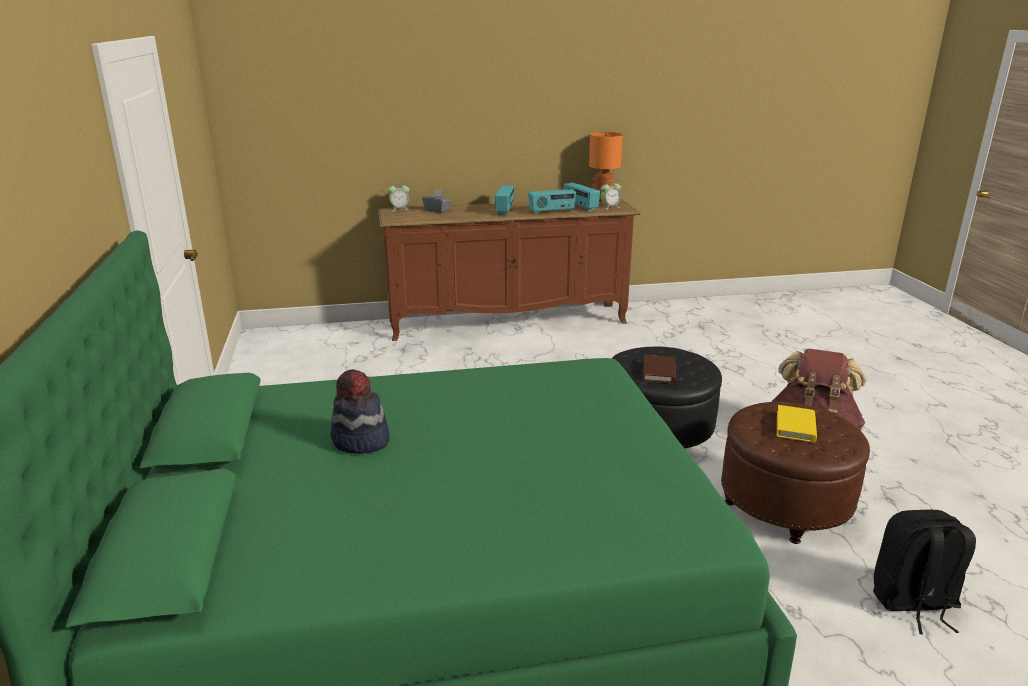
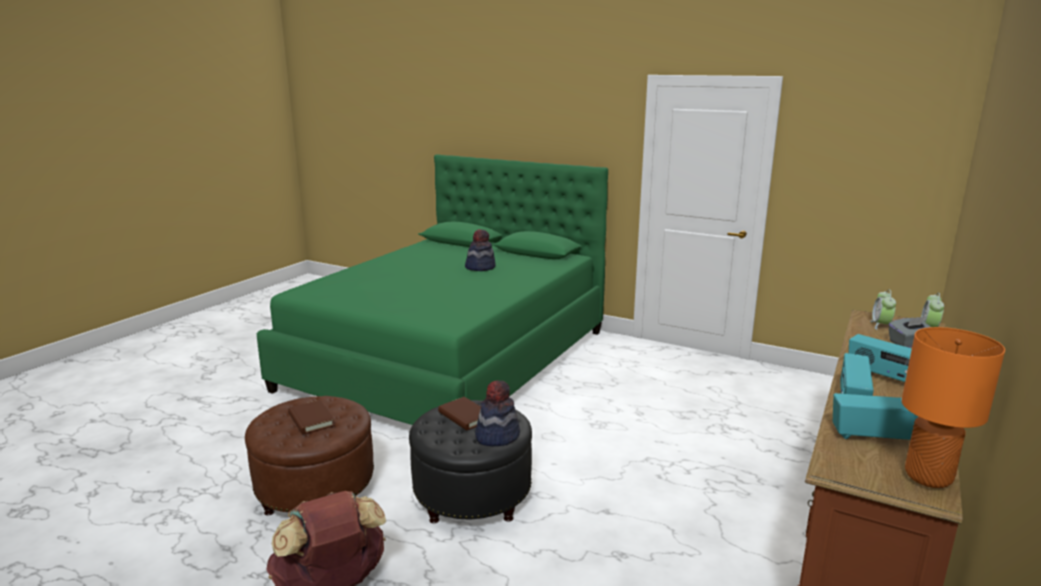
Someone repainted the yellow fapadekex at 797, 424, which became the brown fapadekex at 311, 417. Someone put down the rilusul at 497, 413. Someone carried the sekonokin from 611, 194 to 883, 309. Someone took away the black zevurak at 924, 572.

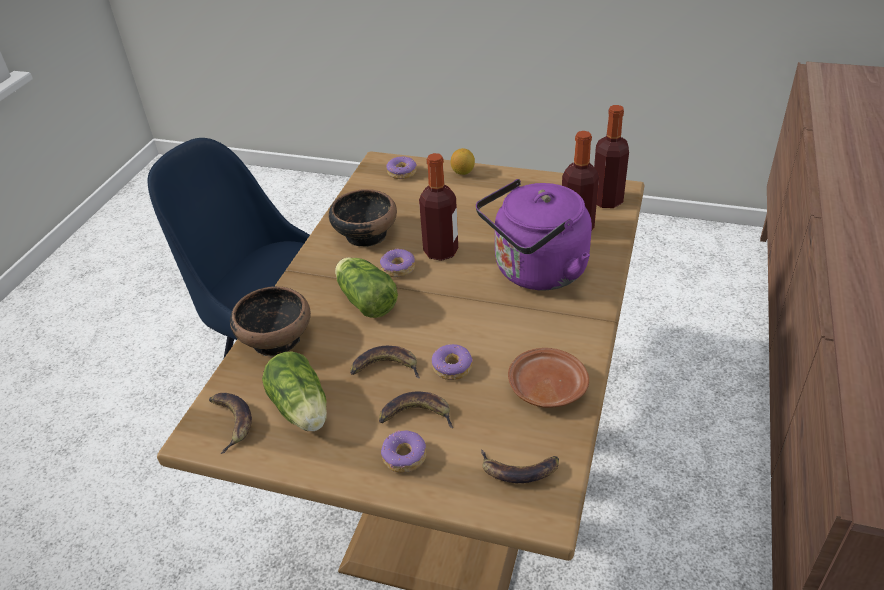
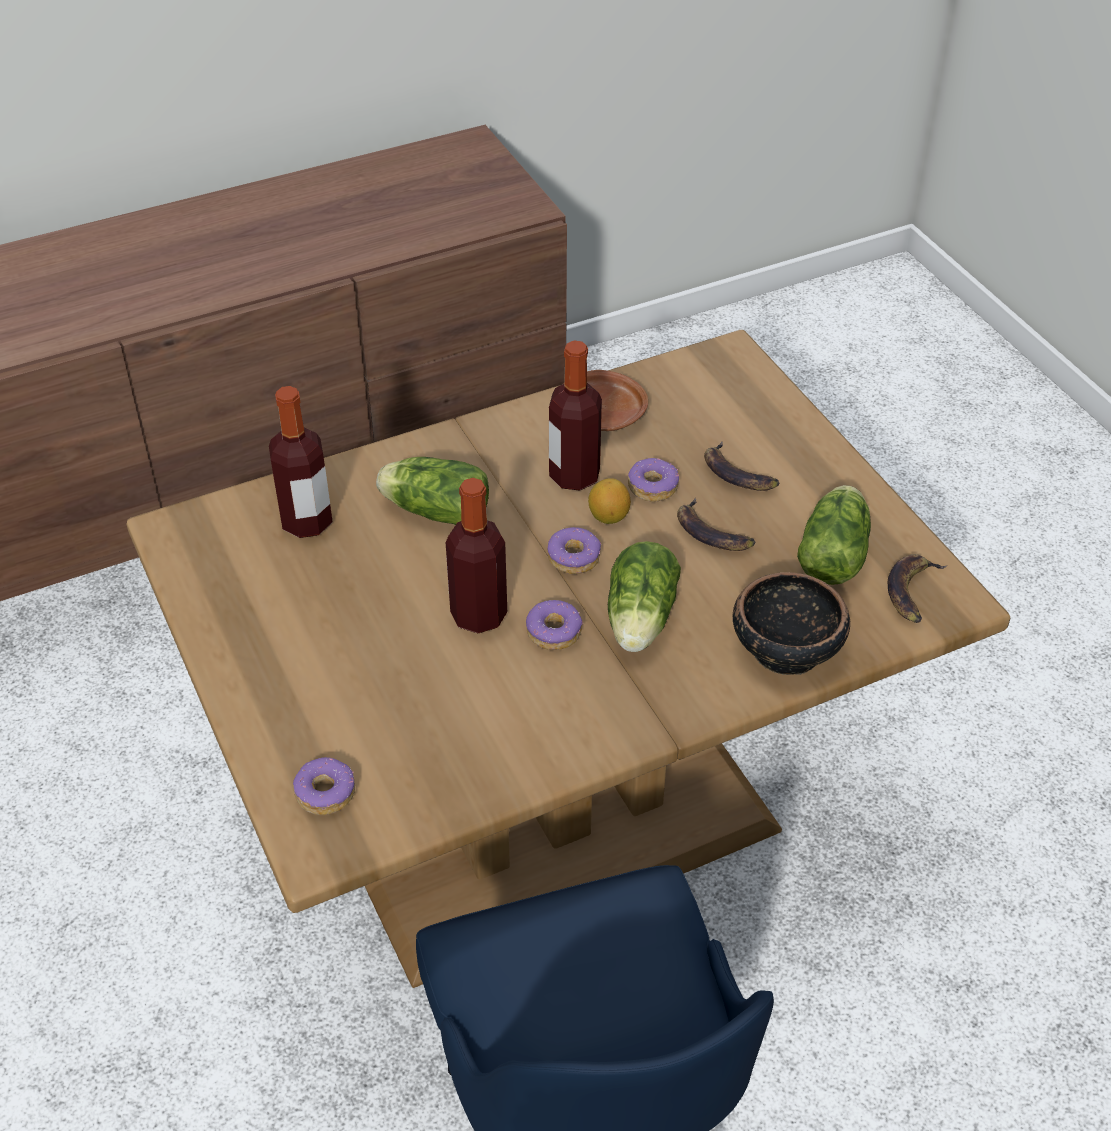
Someone swapped the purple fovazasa at 534, 234 for the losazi at 432, 491. Someone carried the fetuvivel from 403, 451 to 574, 550. Someone carried the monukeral from 611, 156 to 575, 415. Someone carried the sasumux from 463, 161 to 609, 501. Someone took away the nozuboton at 363, 218. Someone took away the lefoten at 520, 466.

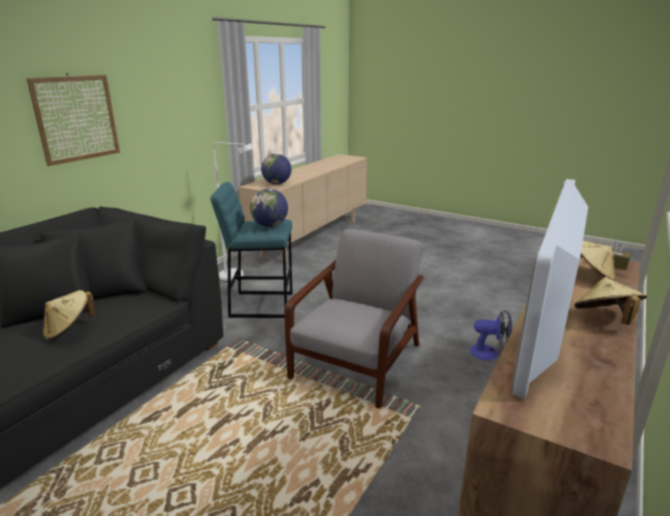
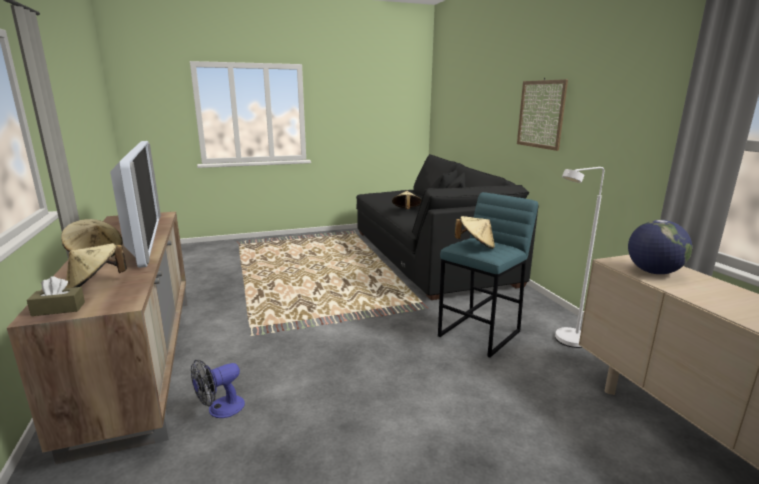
Someone swapped the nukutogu at 269, 208 for the beige rilusul at 475, 232. Someone took away the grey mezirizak at 354, 319.

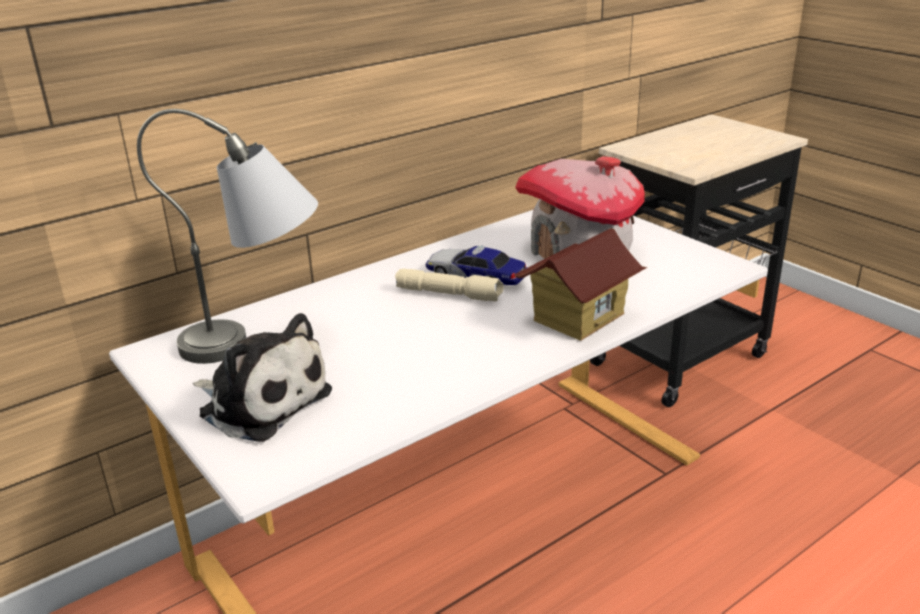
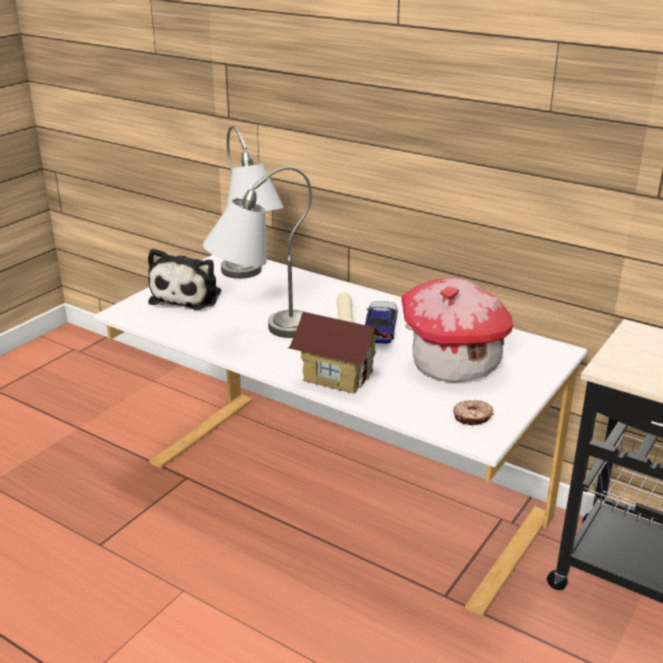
Someone put down the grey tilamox at 257, 252. Someone put down the fetuvivel at 473, 412.

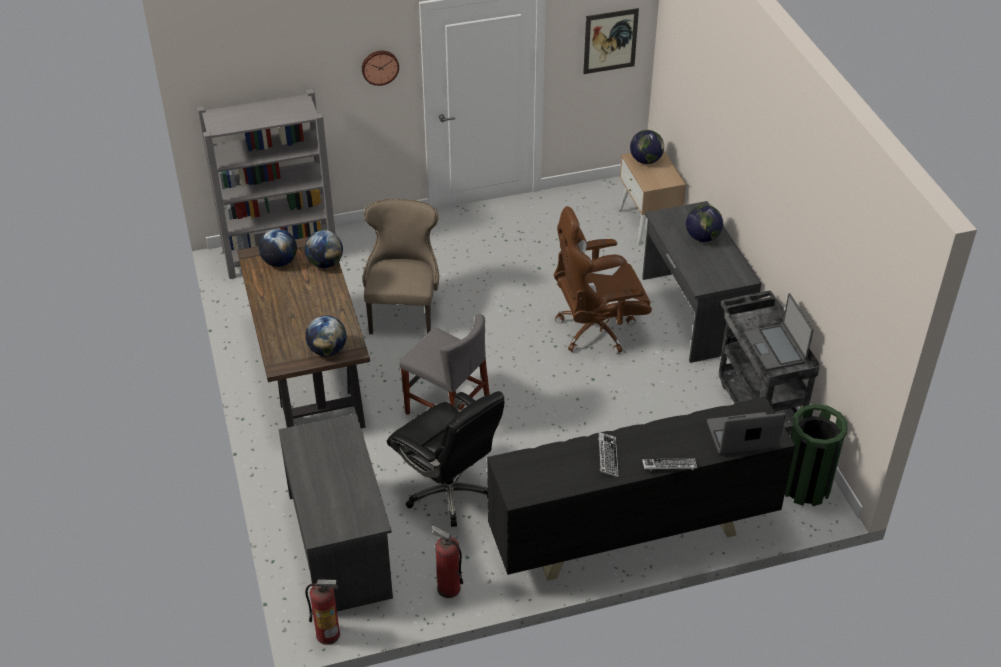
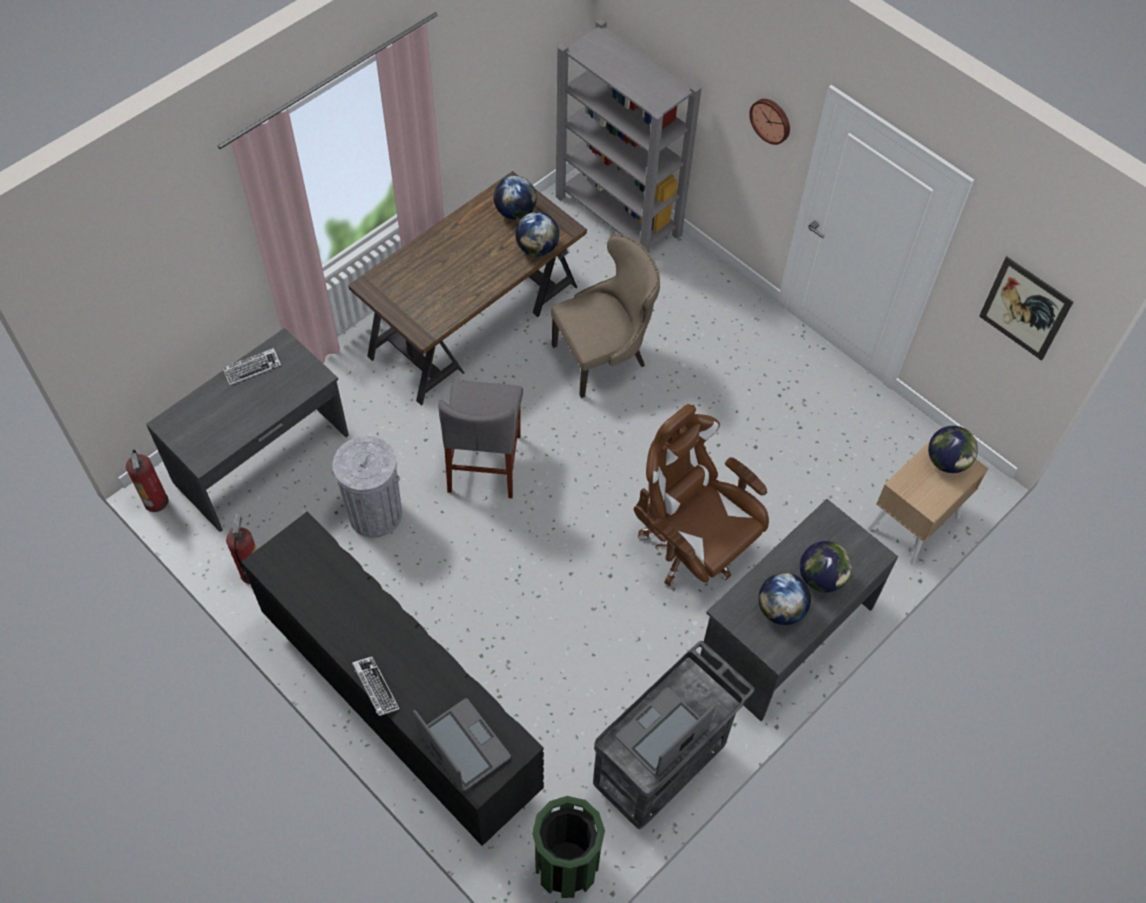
Someone carried the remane from 608, 454 to 251, 366. Someone swapped the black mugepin at 446, 459 for the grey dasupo at 367, 487. Someone carried the nukutogu from 325, 336 to 784, 599.

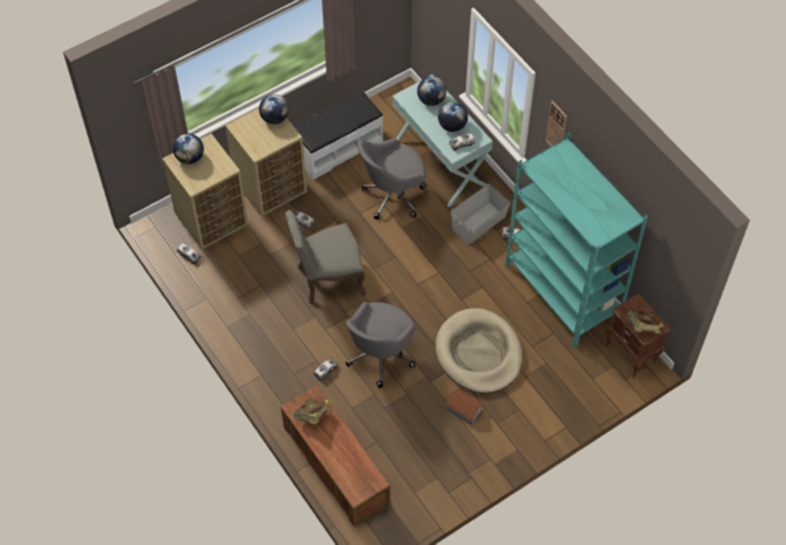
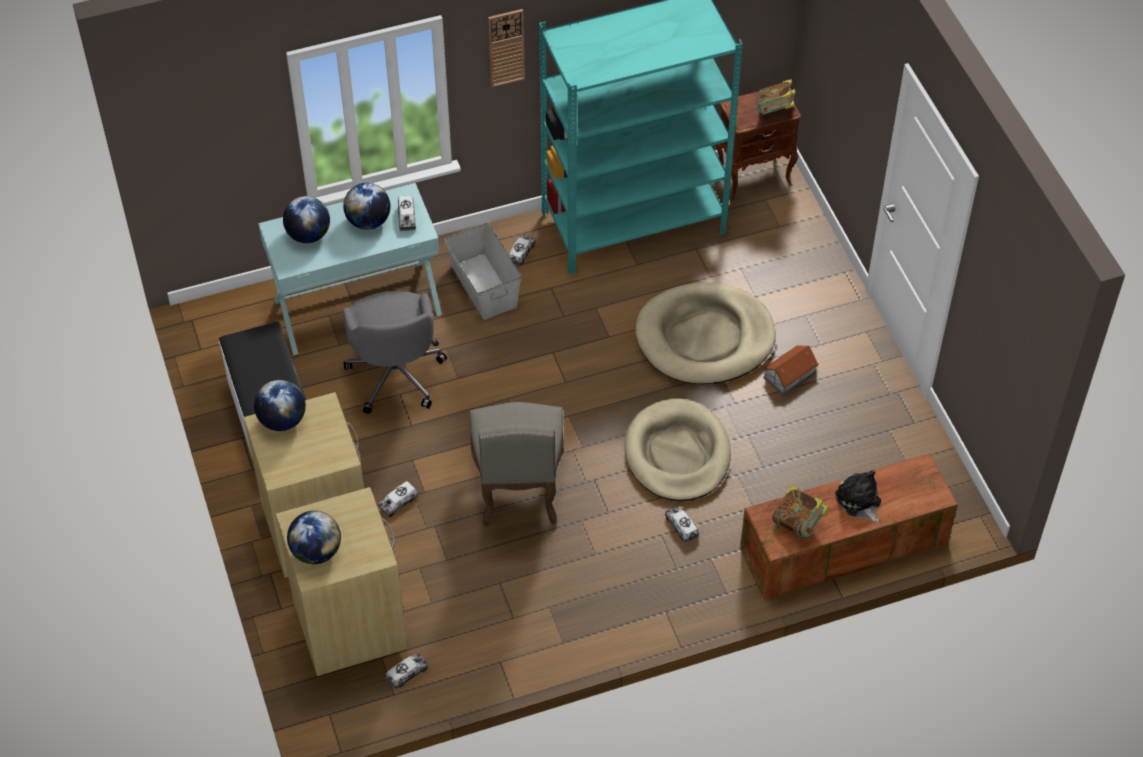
Someone swapped the grey mugepin at 380, 345 for the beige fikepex at 678, 450. Someone put down the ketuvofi at 858, 496.

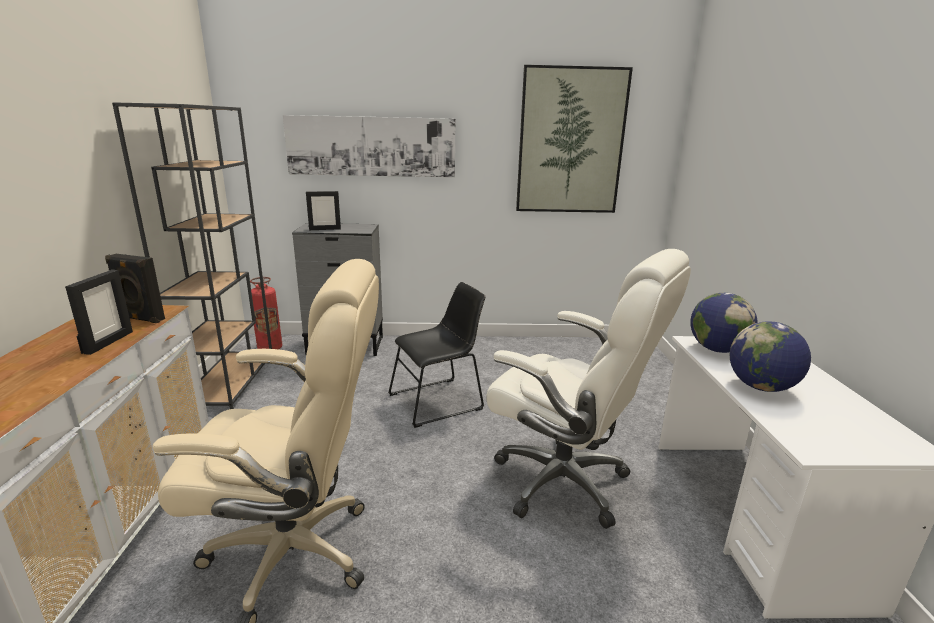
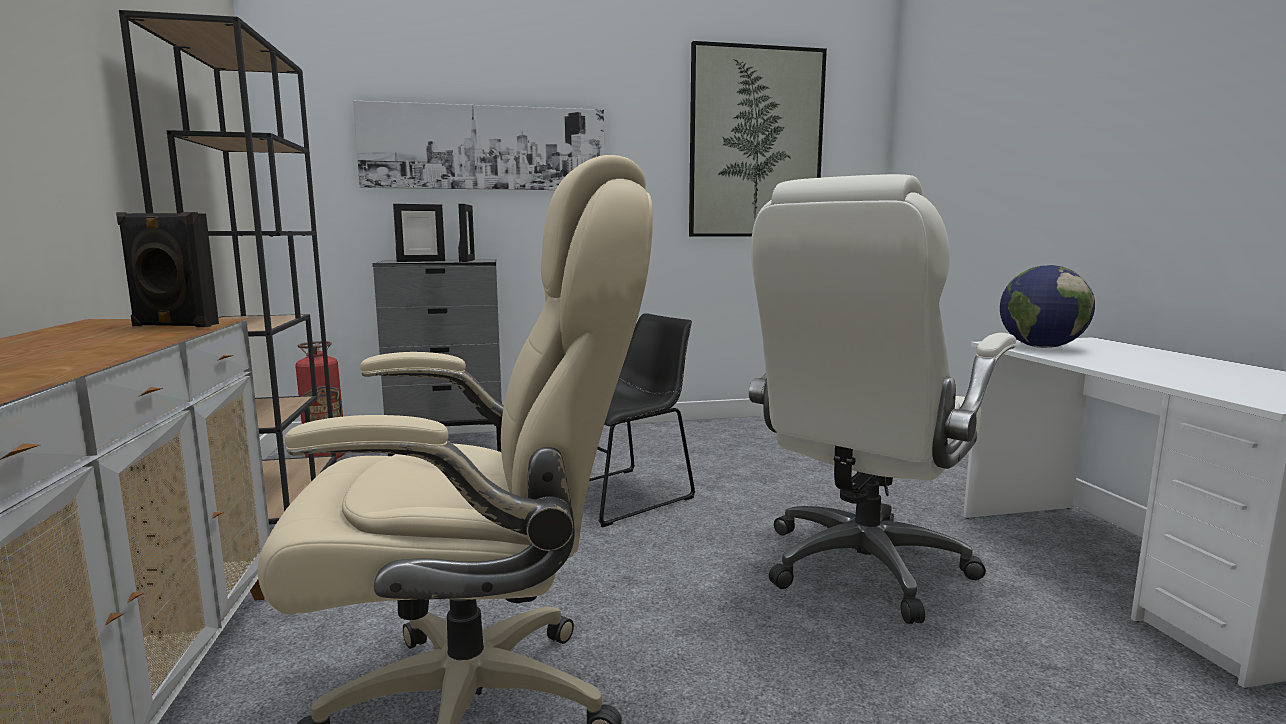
Someone carried the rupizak from 99, 312 to 466, 233. Someone rotated the white mugepin at 588, 389 by 105 degrees clockwise. Someone took away the nukutogu at 770, 357.

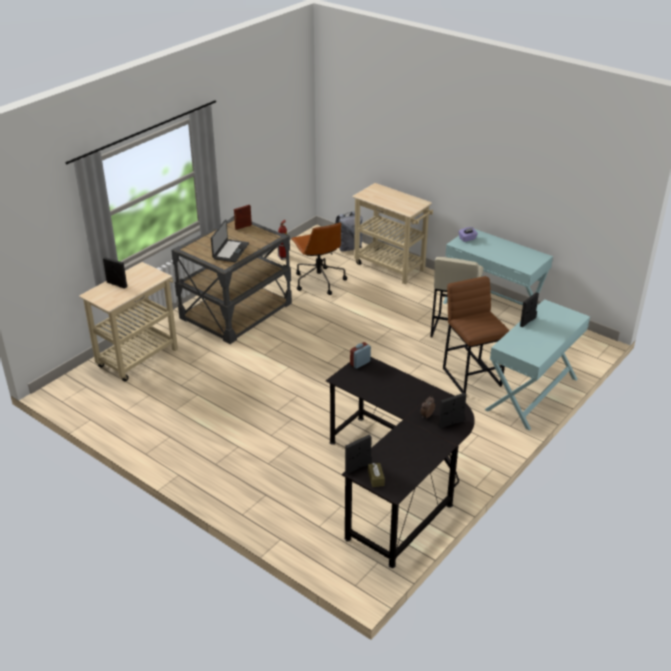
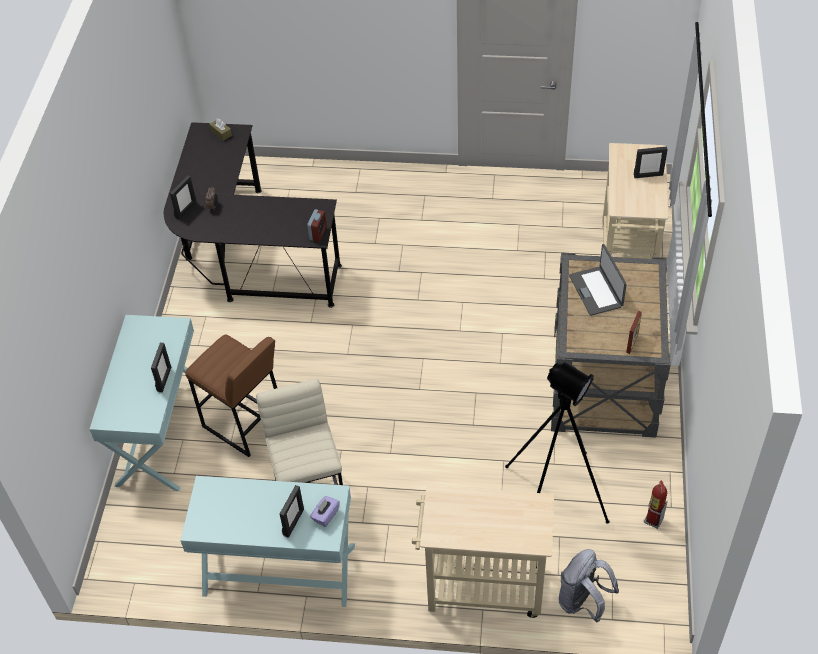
Someone carried the rupizak from 358, 454 to 292, 511. Someone swapped the brown mugepin at 319, 258 for the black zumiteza at 557, 443.

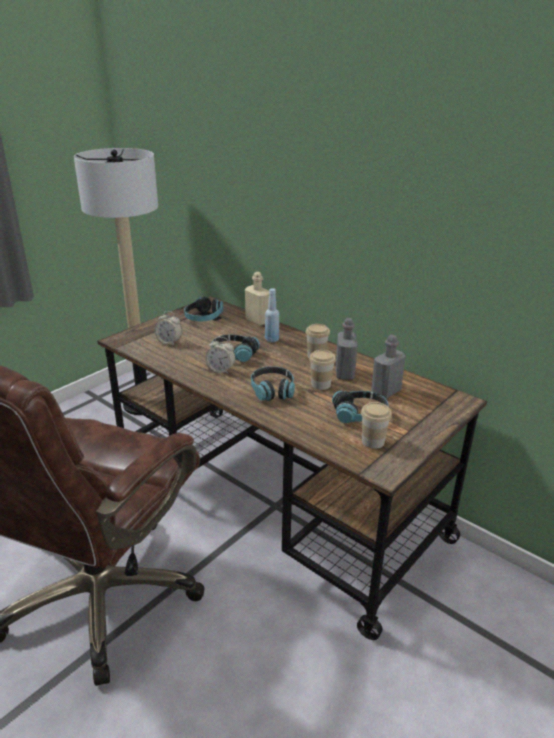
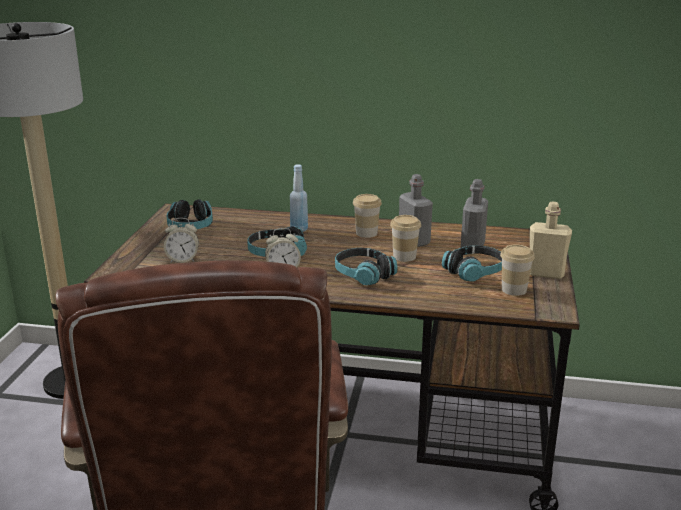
Someone carried the beige monukeral from 257, 299 to 551, 240.

